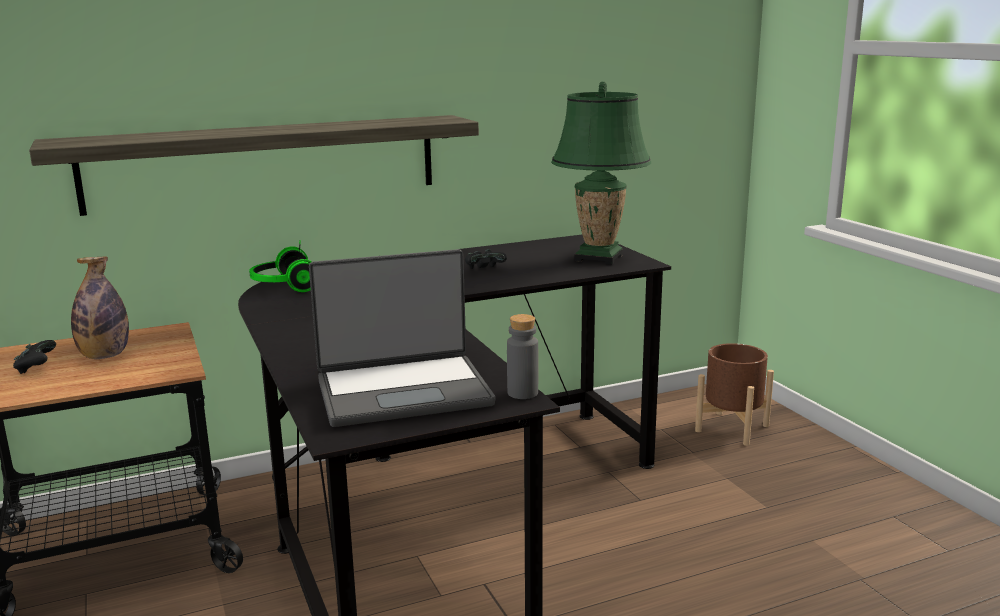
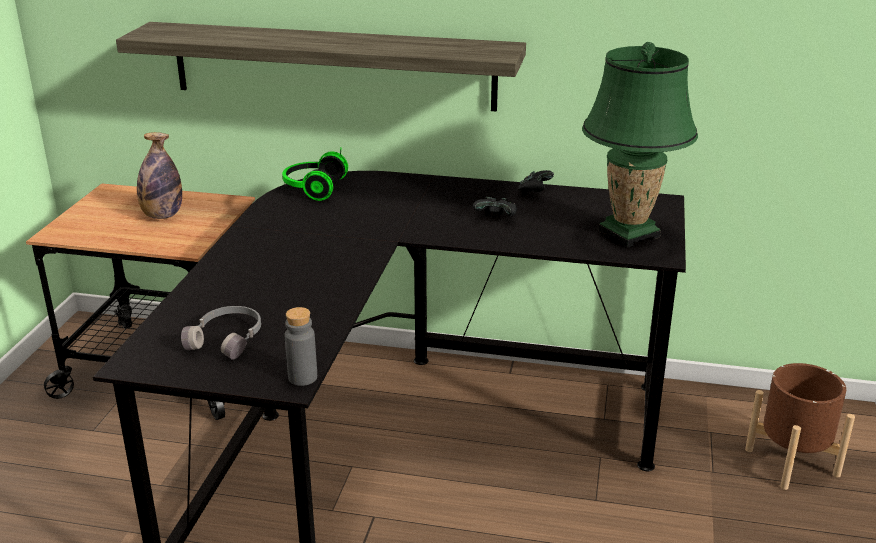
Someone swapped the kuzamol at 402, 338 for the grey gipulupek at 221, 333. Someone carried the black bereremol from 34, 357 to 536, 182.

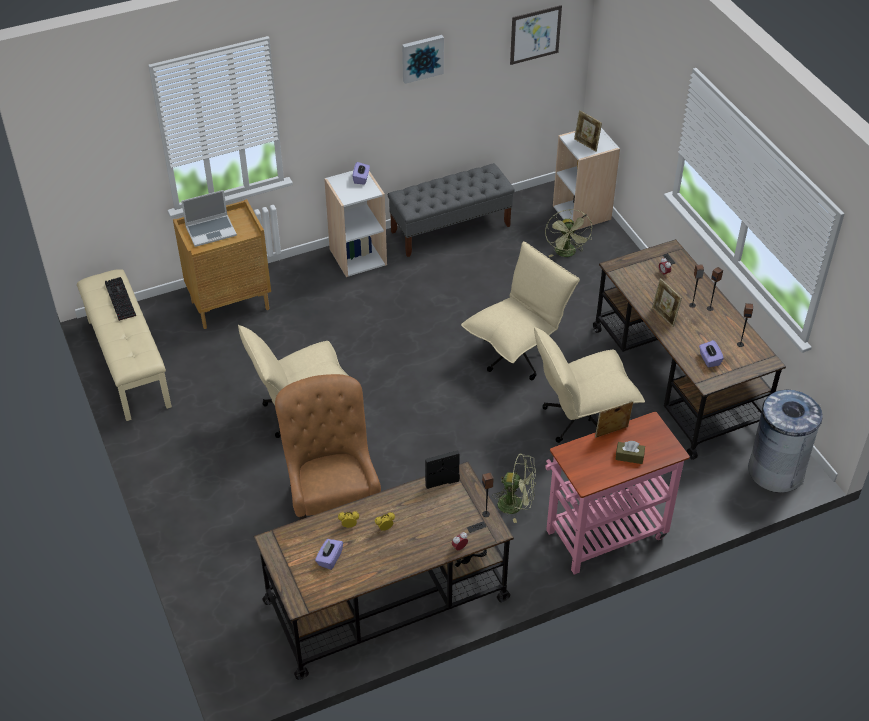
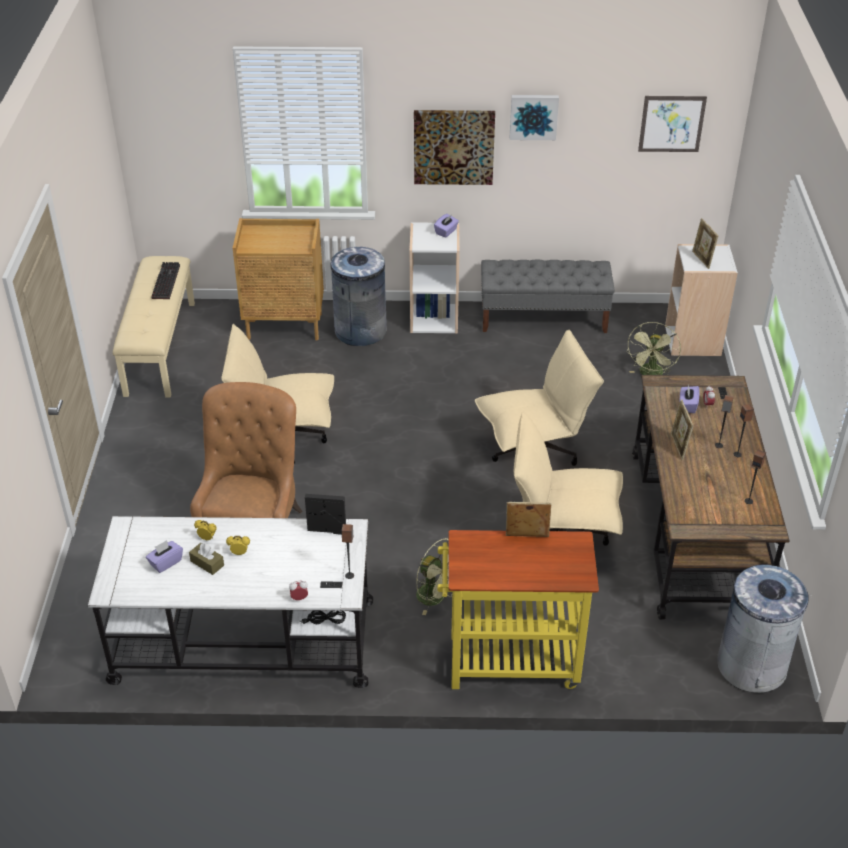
Someone repainted the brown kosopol at 384, 571, which became the white kosopol at 230, 602. Someone carried the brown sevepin from 630, 452 to 206, 559. Someone put down the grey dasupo at 358, 296. Someone put up the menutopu at 454, 147. Someone repainted the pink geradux at 617, 493, which became the yellow geradux at 518, 609. Someone carried the purple sevepin from 711, 354 to 689, 398. Someone took away the kuzamol at 209, 218.

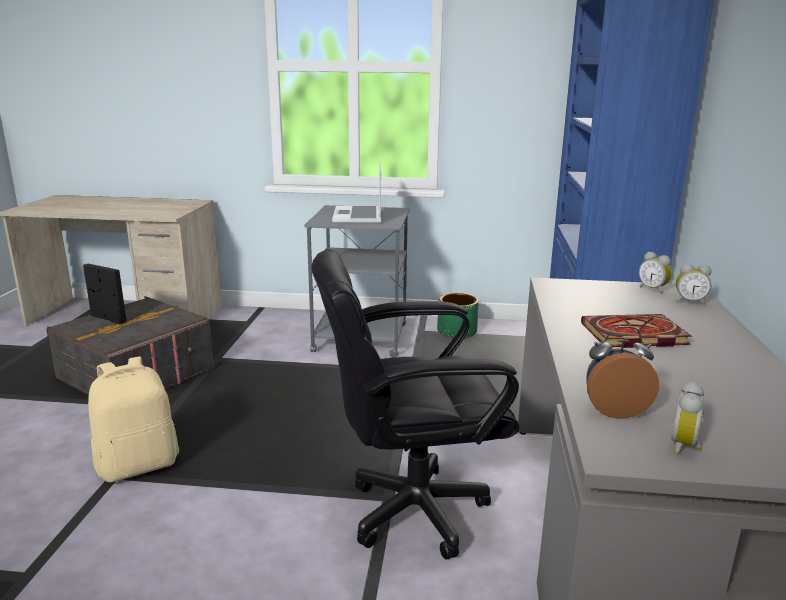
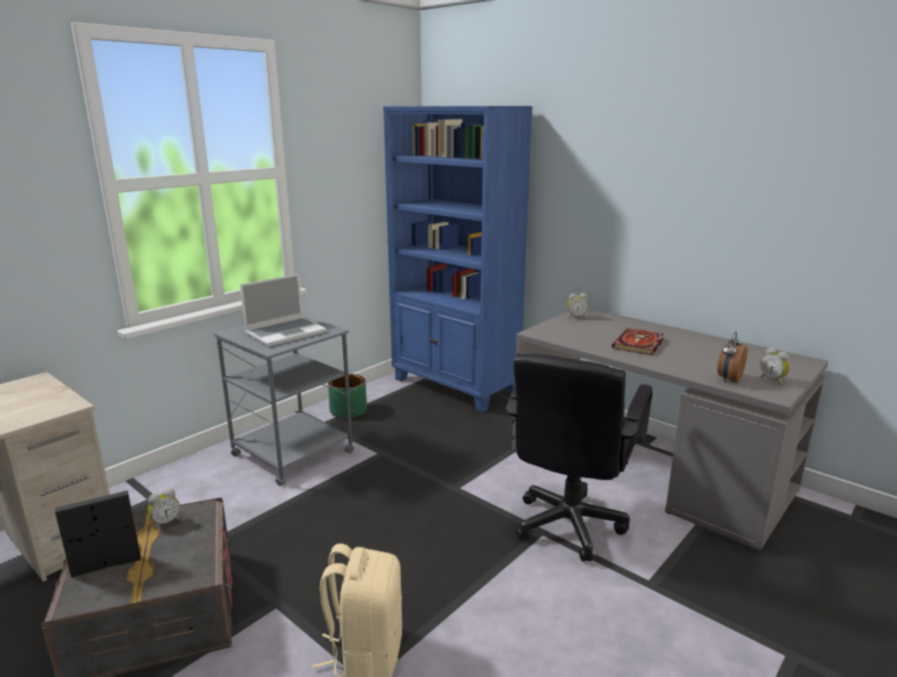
Someone carried the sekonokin from 693, 284 to 163, 509. Someone rotated the kuzamol at 356, 193 by 75 degrees counterclockwise.

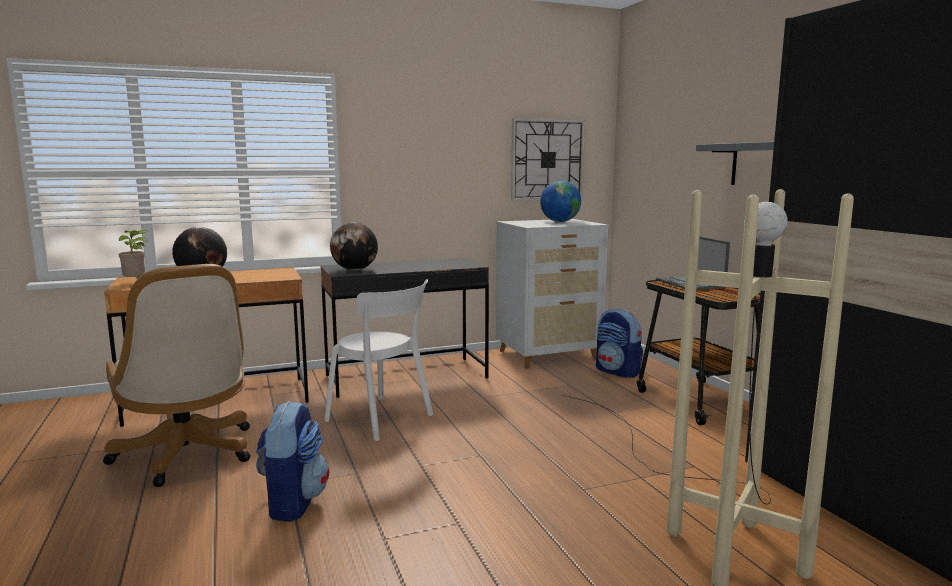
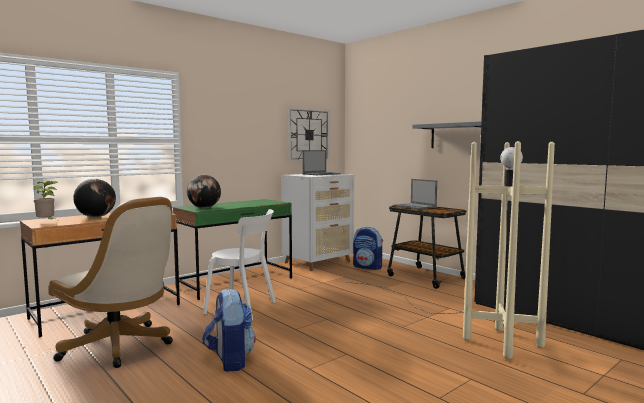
Someone repainted the black kosopol at 405, 328, which became the green kosopol at 232, 249. Someone swapped the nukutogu at 560, 201 for the kuzamol at 322, 162.

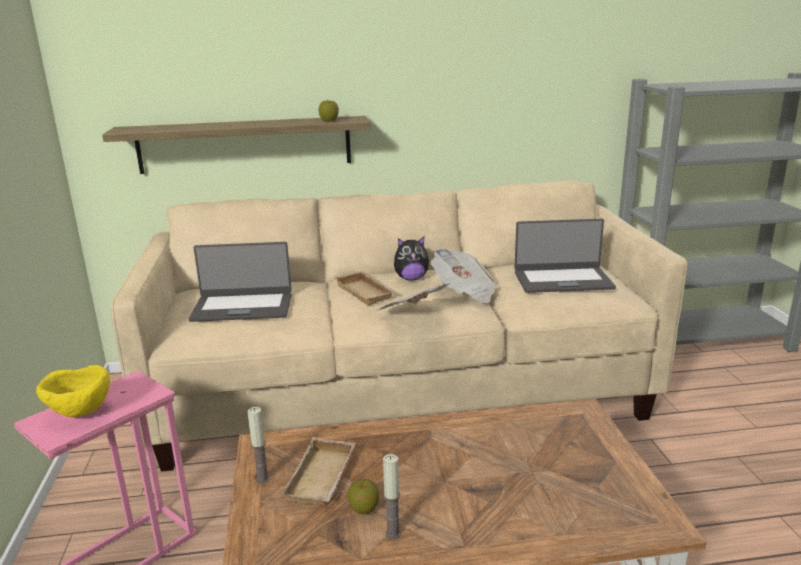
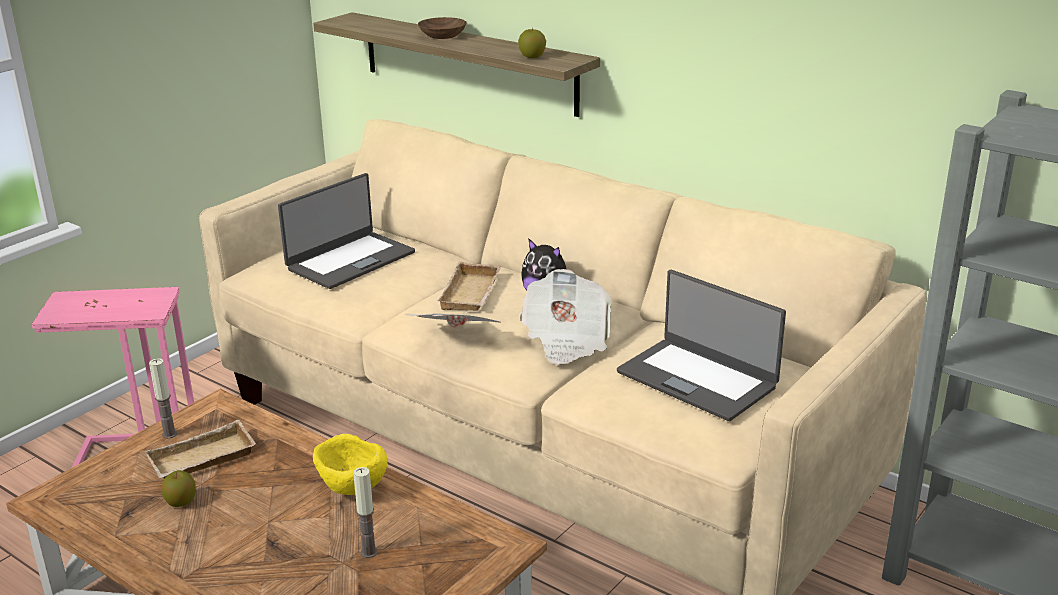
Someone rotated the kuzamol at 240, 282 by 90 degrees counterclockwise. Someone carried the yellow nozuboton from 73, 391 to 350, 464. Someone carried the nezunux from 392, 496 to 365, 512. Someone put down the brown nozuboton at 442, 28.

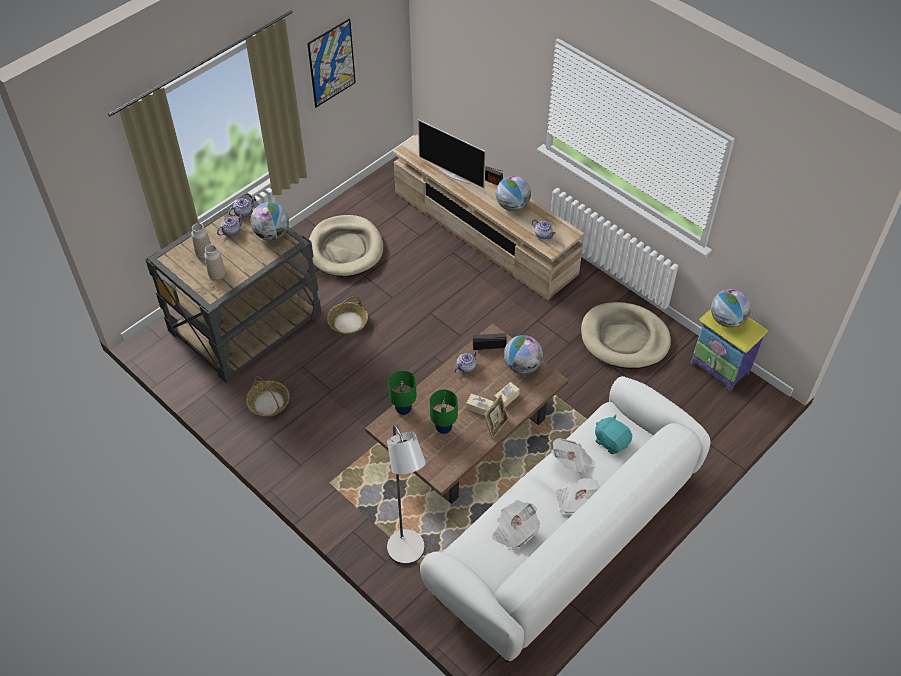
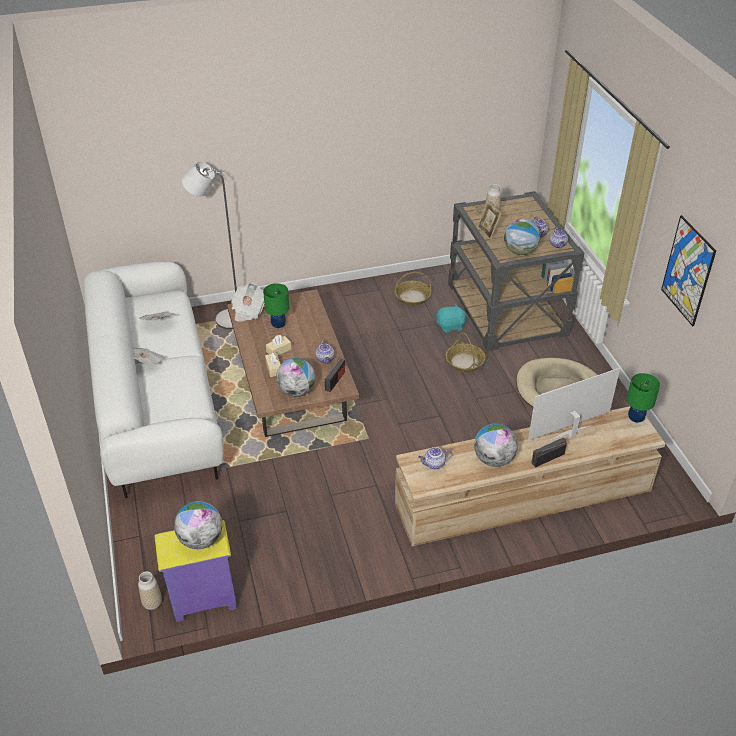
Someone carried the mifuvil from 201, 241 to 150, 590. Someone carried the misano from 573, 455 to 247, 302. Someone carried the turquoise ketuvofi from 613, 434 to 452, 319. Someone carried the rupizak from 496, 417 to 489, 220. Someone carried the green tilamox from 402, 393 to 643, 398. Someone took away the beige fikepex at 626, 335.

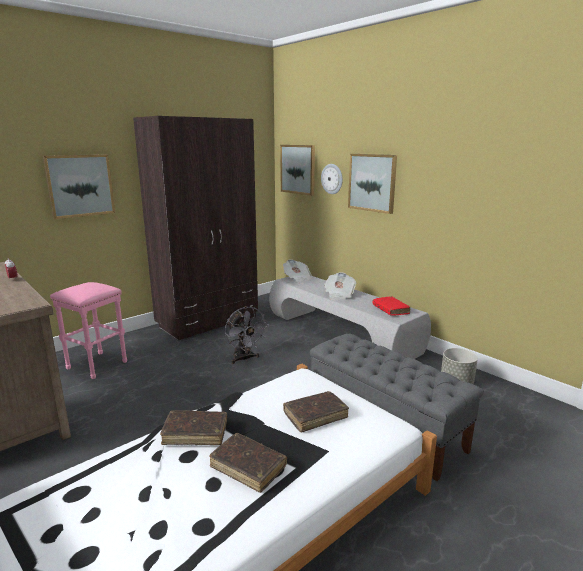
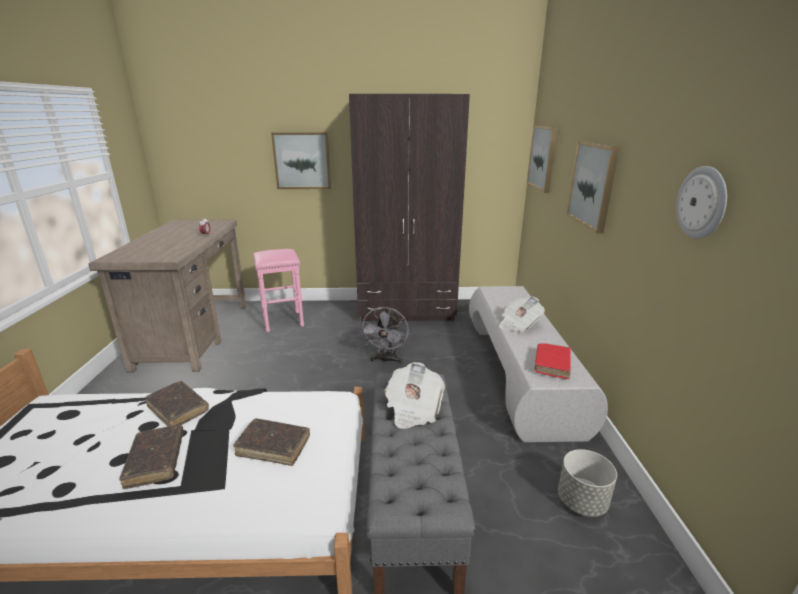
Someone carried the misano from 297, 271 to 414, 395. Someone carried the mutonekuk from 332, 179 to 701, 202.

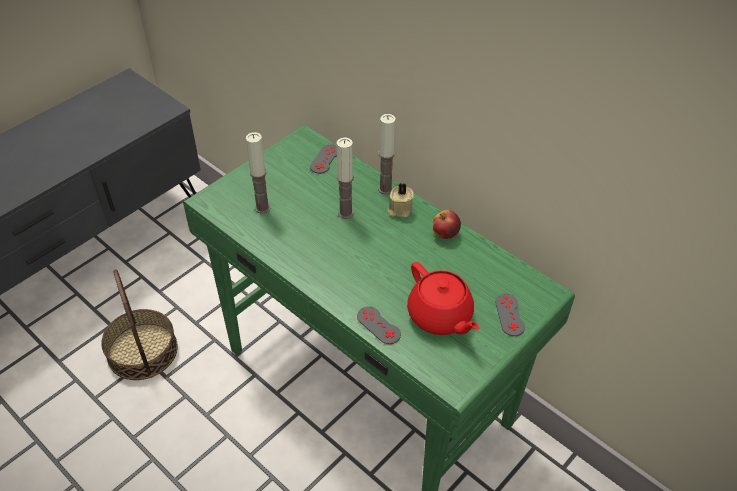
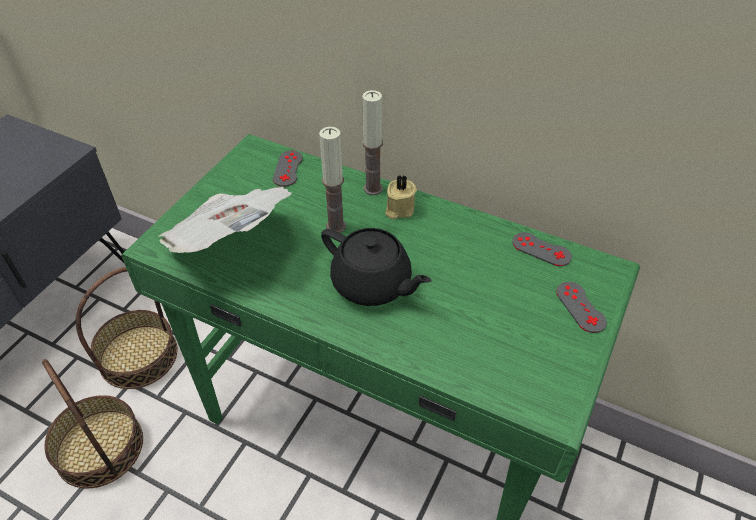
Someone put down the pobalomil at 127, 328. Someone swapped the nezunux at 258, 173 for the misano at 225, 220. Someone put down the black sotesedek at 376, 267. Someone carried the grey bereremol from 379, 325 to 542, 249. Someone took away the red sotesedek at 443, 298. Someone took away the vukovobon at 447, 224.

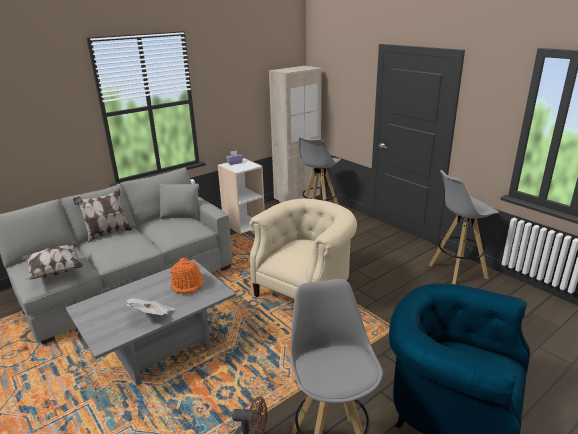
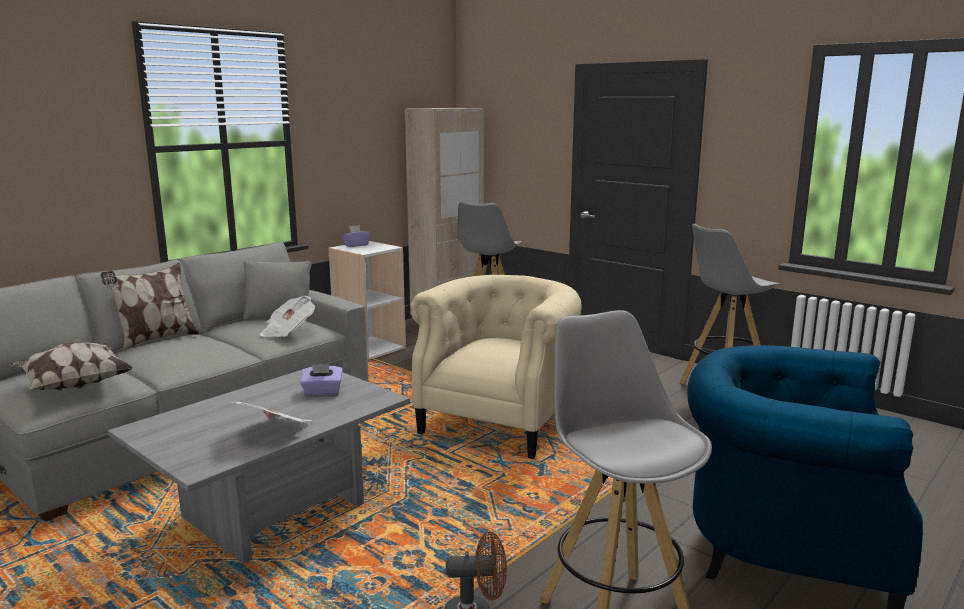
Someone put down the misano at 287, 316. Someone swapped the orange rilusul at 187, 276 for the purple sevepin at 321, 380.

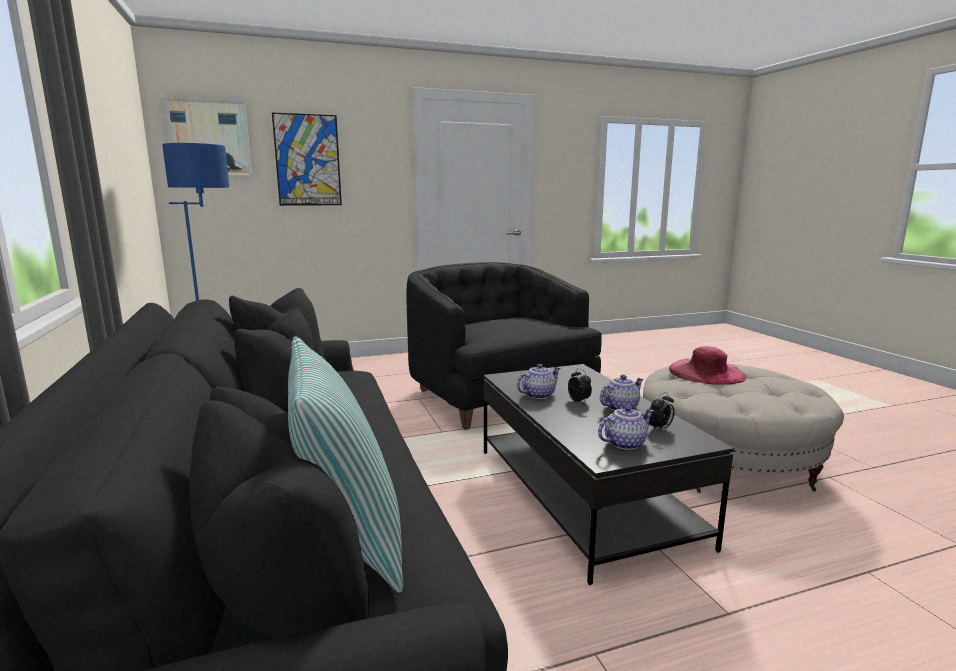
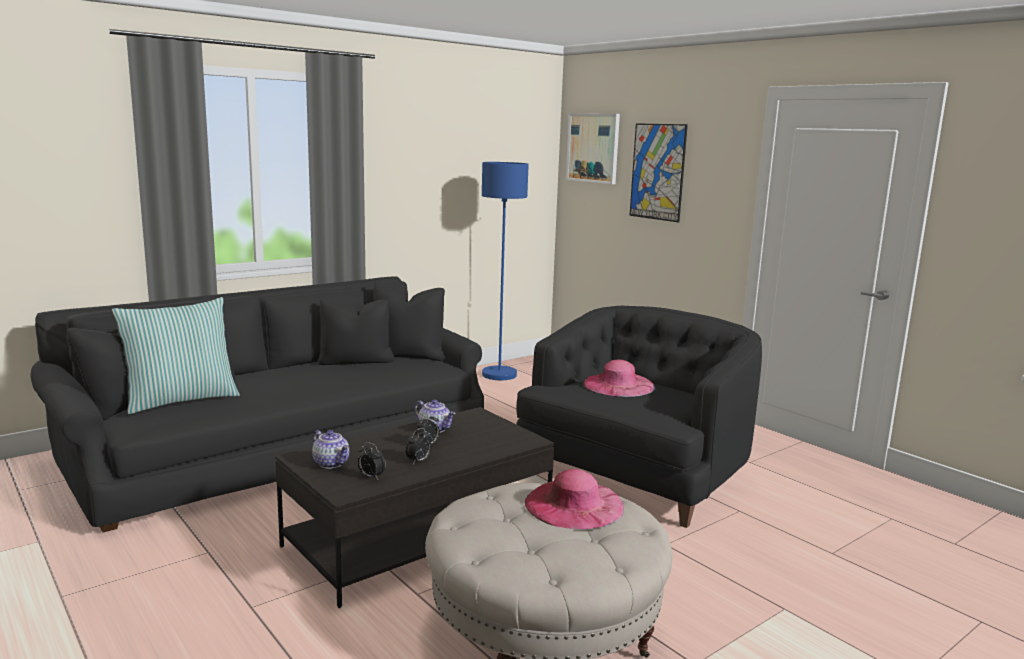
Someone swapped the sotesedek at 622, 393 for the sekonokin at 418, 446. Someone put down the pink rilusul at 619, 378.

